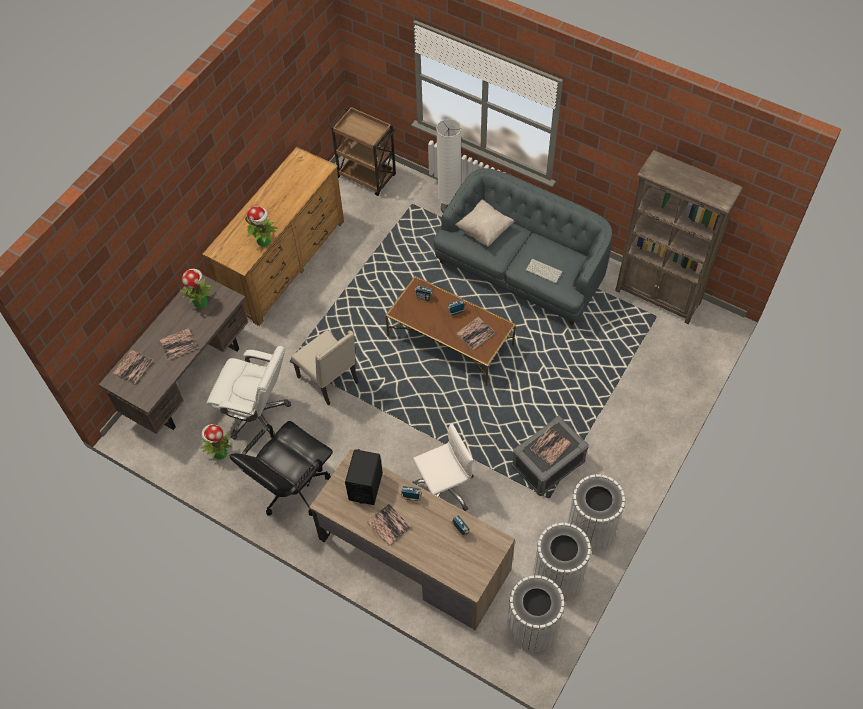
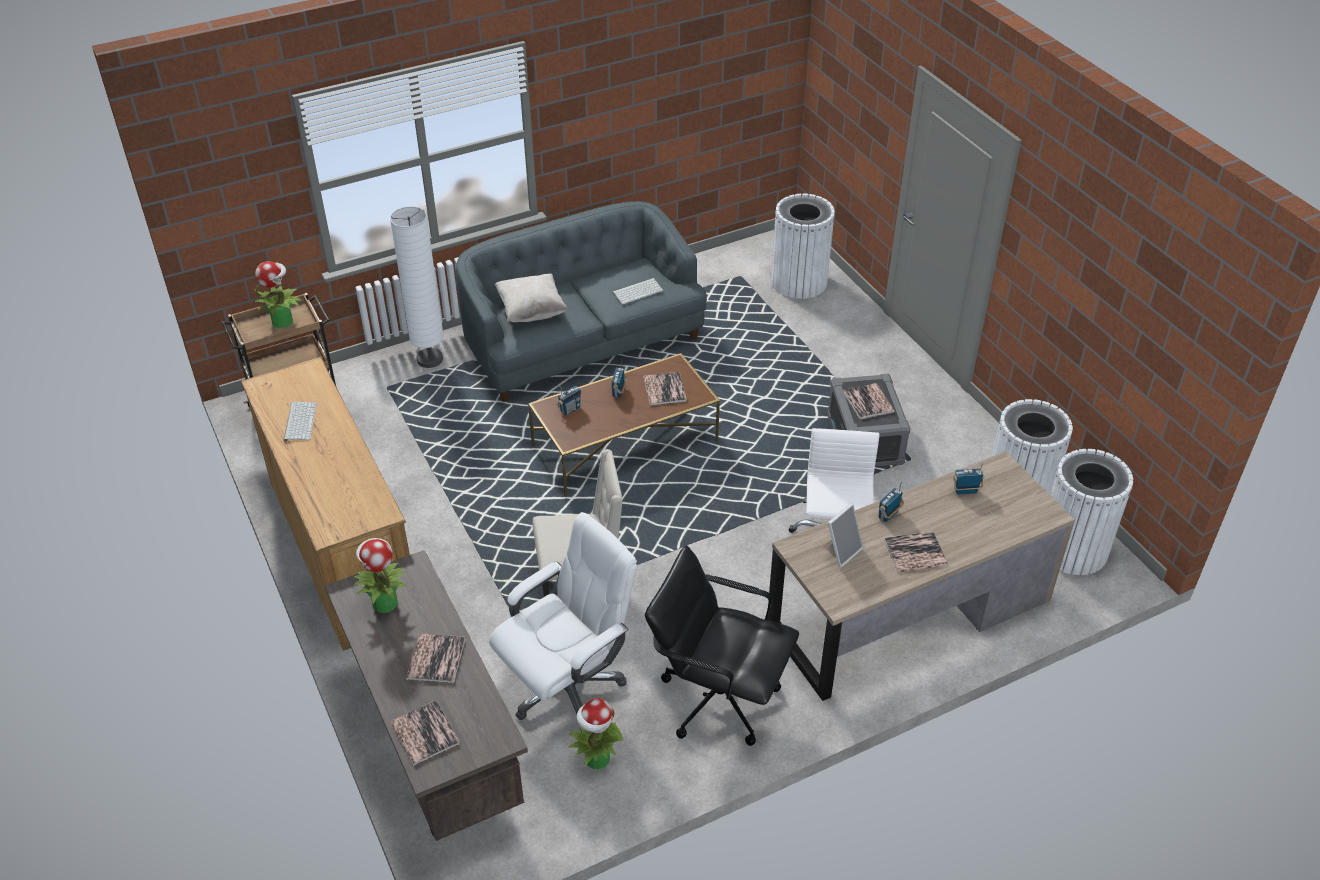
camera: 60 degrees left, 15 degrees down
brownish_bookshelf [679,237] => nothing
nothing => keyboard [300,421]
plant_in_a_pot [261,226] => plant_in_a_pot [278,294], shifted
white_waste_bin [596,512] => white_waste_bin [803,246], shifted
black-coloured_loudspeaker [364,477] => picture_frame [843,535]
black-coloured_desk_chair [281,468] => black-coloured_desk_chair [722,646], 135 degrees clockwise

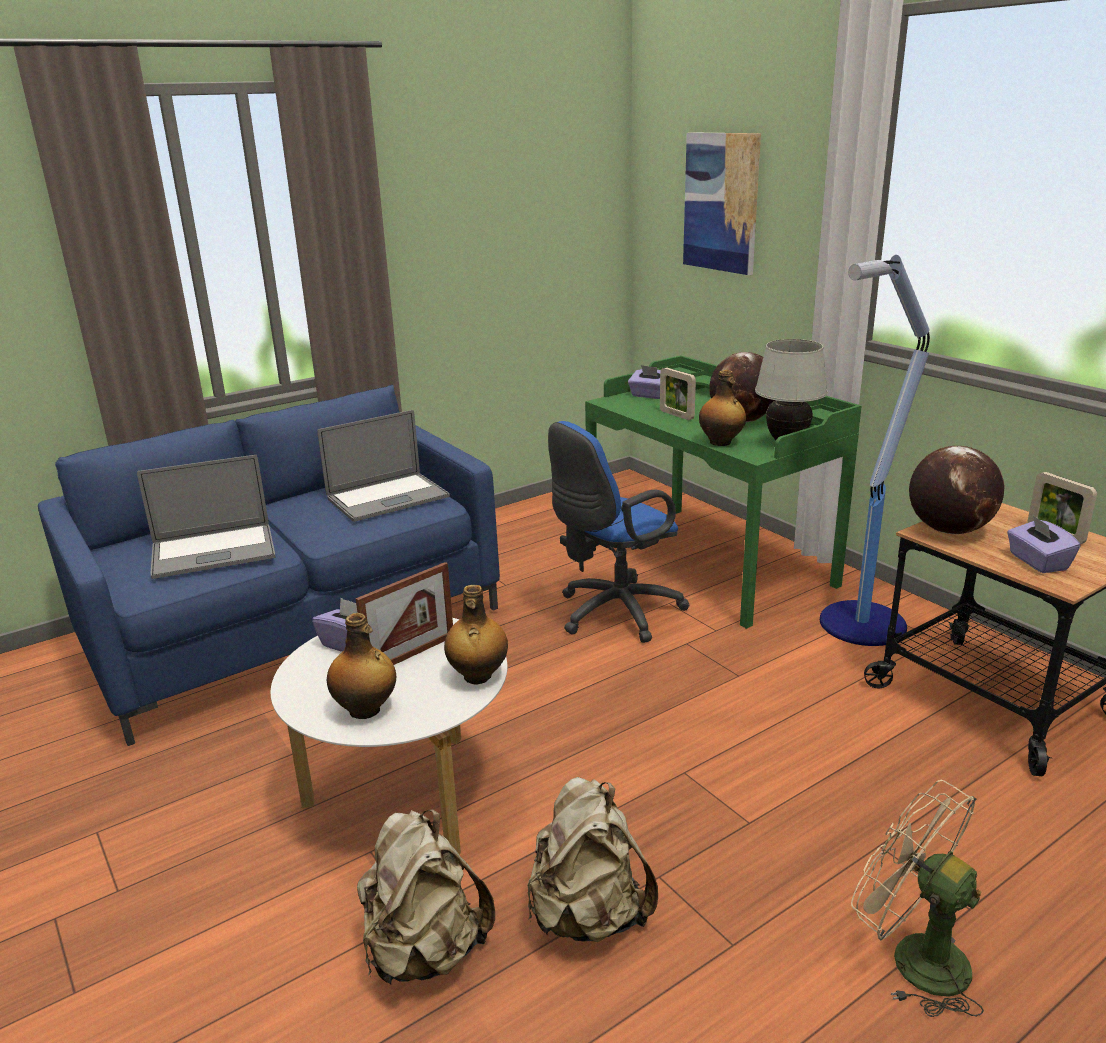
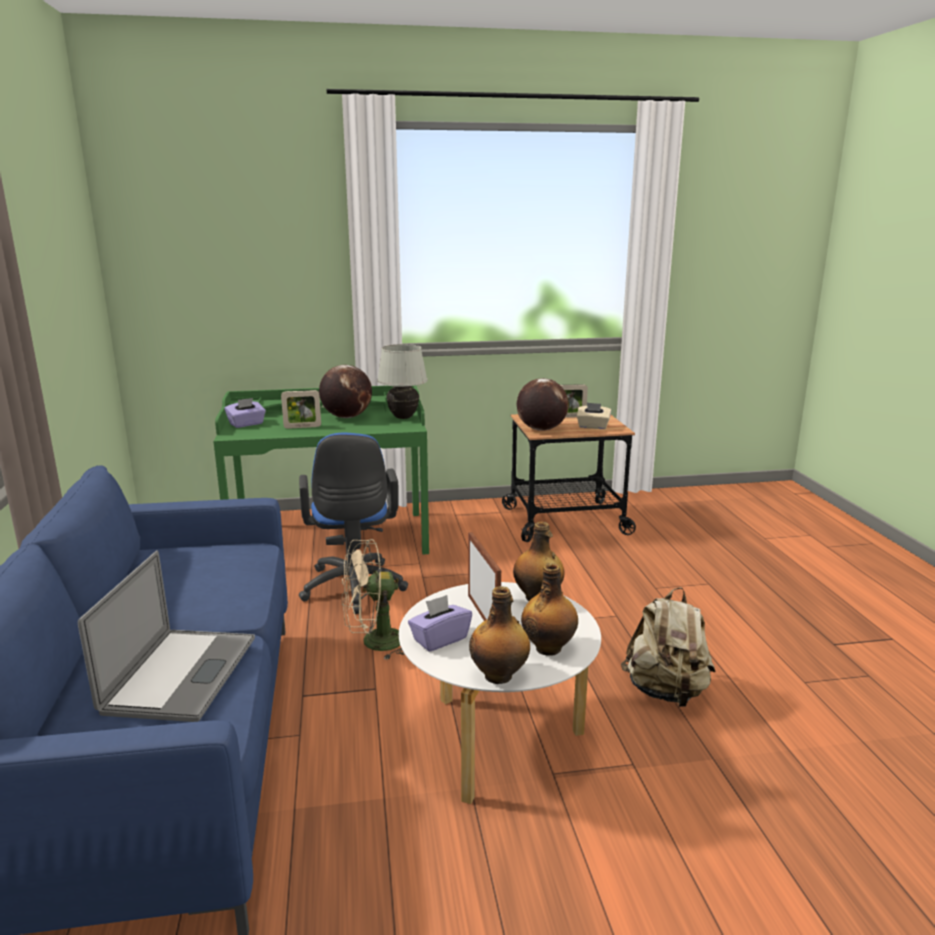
camera: 65 degrees left, 5 degrees down
laptop [383,466] => nothing
beige_knapsack [426,897] => nothing
picture [722,203] => nothing
standard_lamp [875,450] => nothing
drink_bottle [722,408] => drink_bottle [499,635], shifted
beige_cooling_fan [917,898] => beige_cooling_fan [373,599], shifted
purple_box_of_tissues [1043,544] => beige_box_of_tissues [594,416]

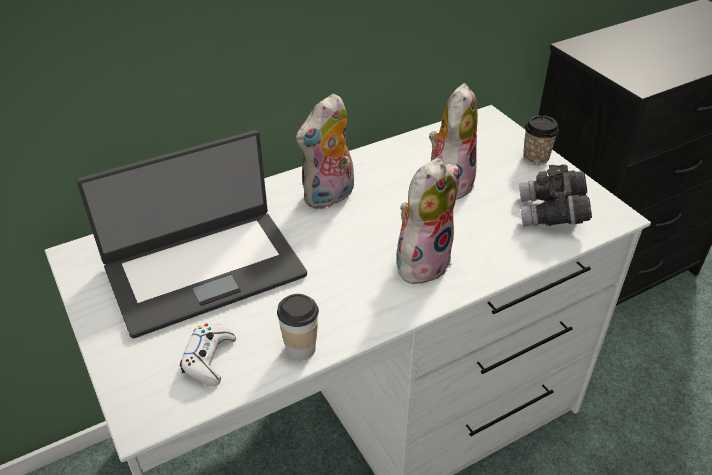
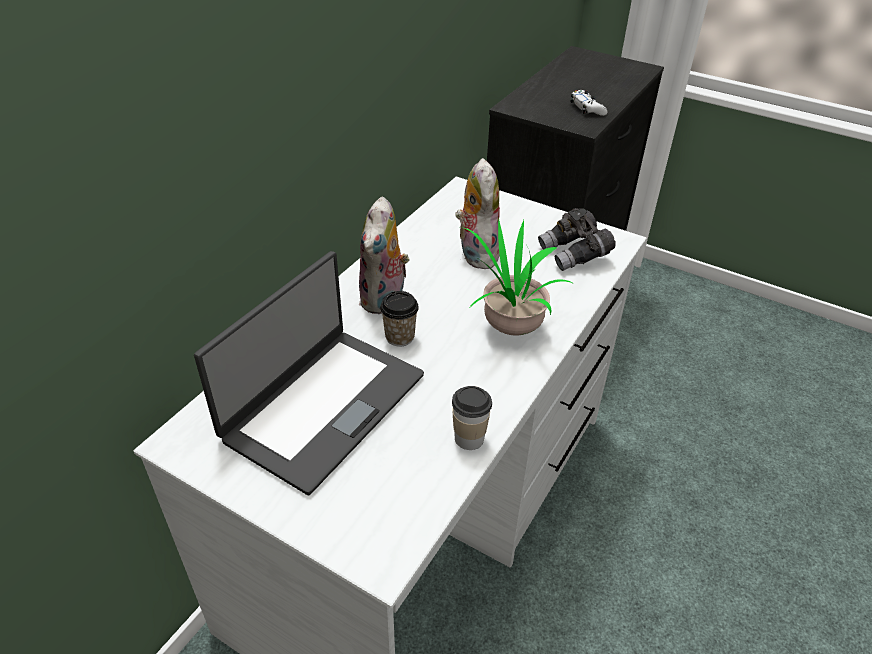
camera: 30 degrees left, 0 degrees up
white_gamepad [208,355] => white_gamepad [588,103], shifted
small_cup [541,140] => small_cup [399,319], shifted
soft_toy [427,223] => plant_in_a_pot [516,276]

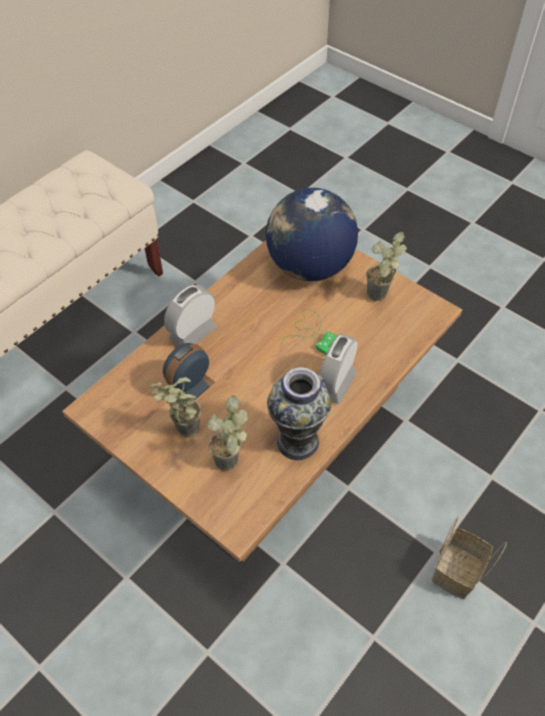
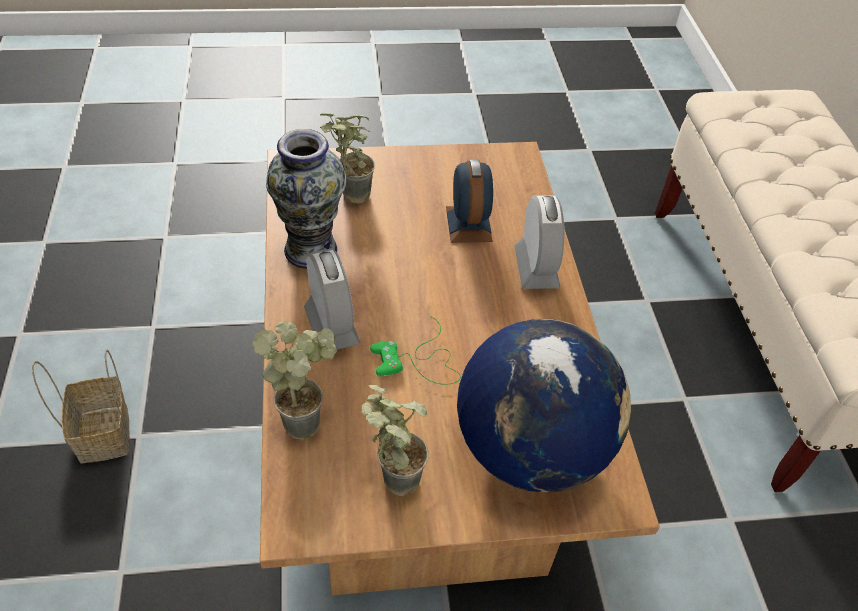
camera: 130 degrees right, 5 degrees down
plant_in_a_pot [175,407] => plant_in_a_pot [294,380], shifted

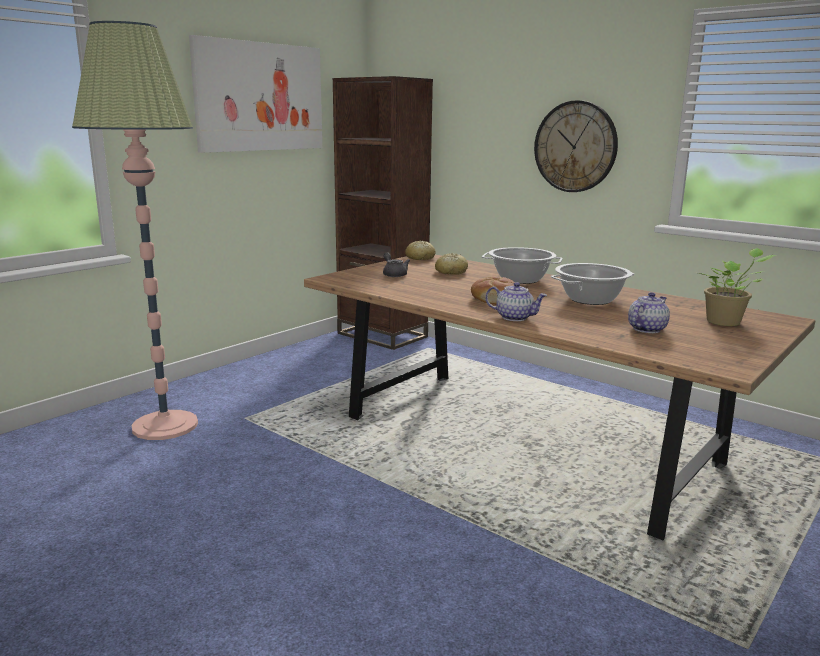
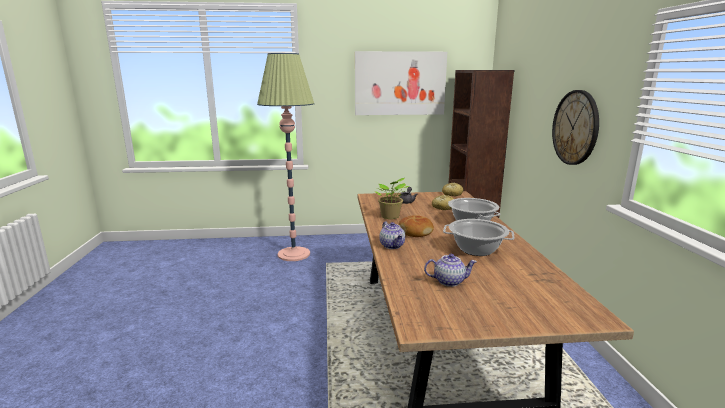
camera: 45 degrees right, 0 degrees up
plant_in_a_pot [737,287] => plant_in_a_pot [391,198], shifted

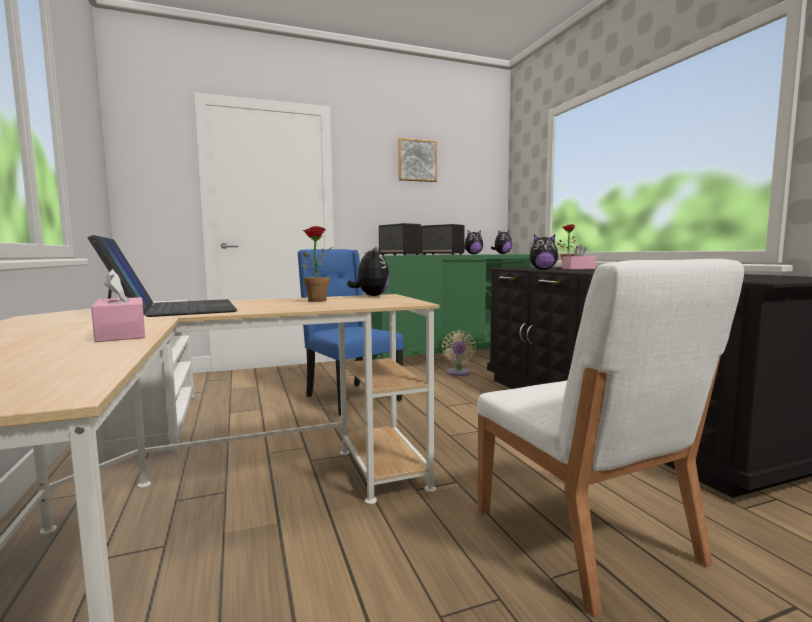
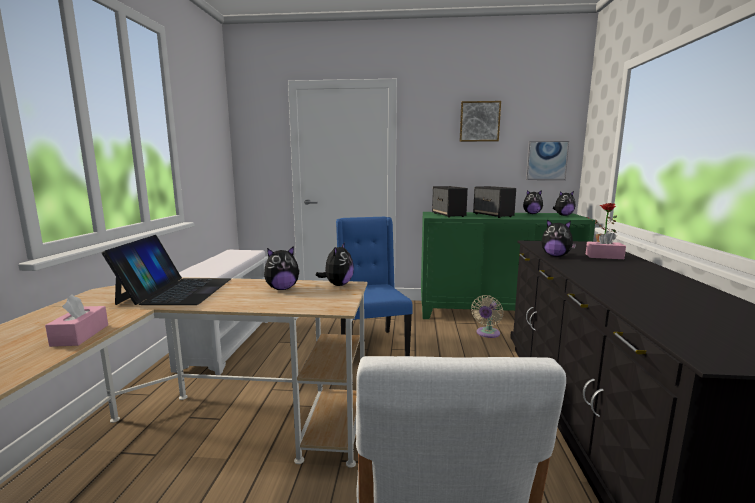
camera: 25 degrees right, 5 degrees up
nothing => picture [547,160]
plant_in_a_pot [317,264] => soft_toy [282,268]

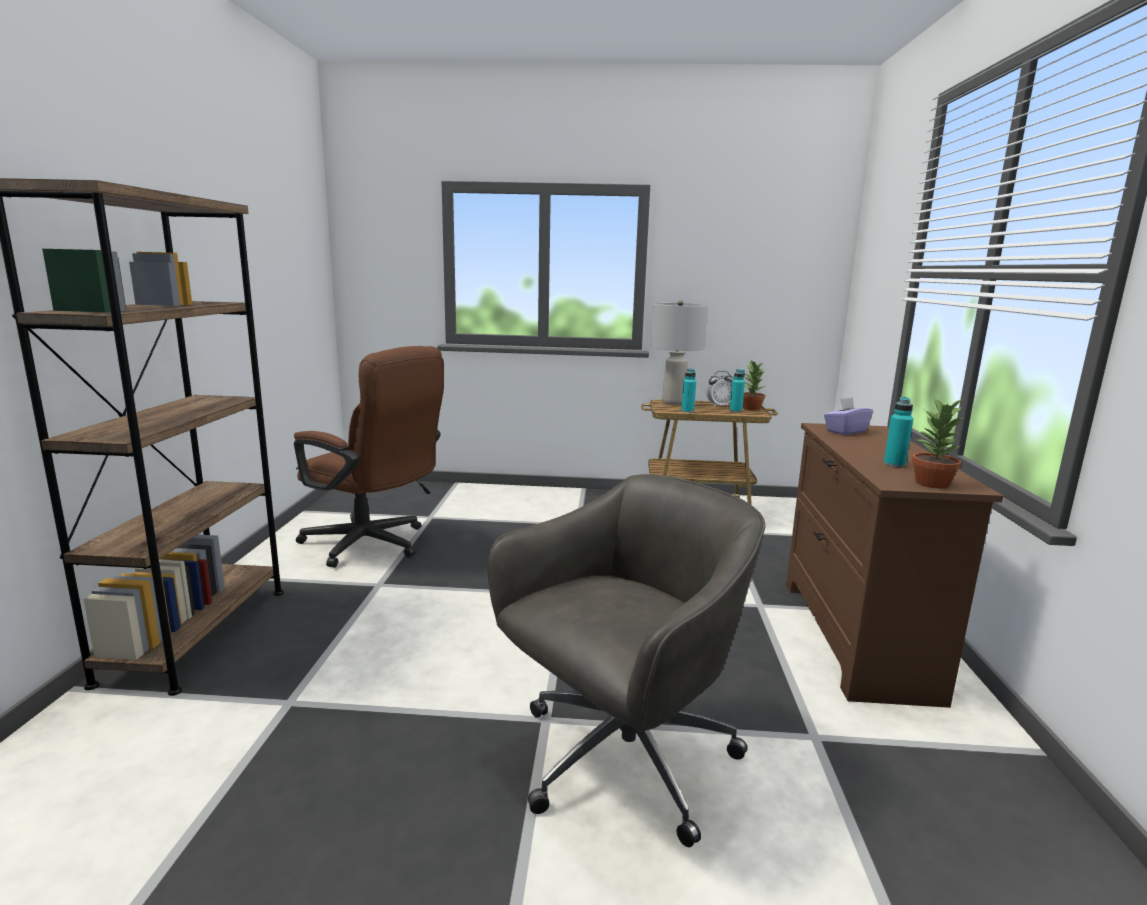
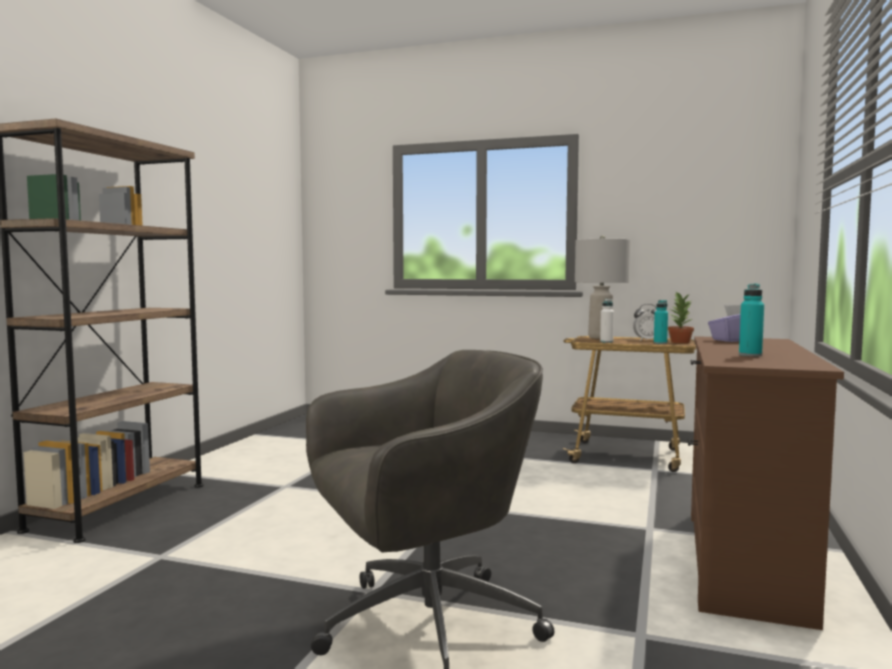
camera: 15 degrees right, 10 degrees down
brownish_desk_chair [369,457] => nothing
plant_in_a_pot [938,443] => nothing
turquoise_drink_bottle [688,391] => white_drink_bottle [607,321]

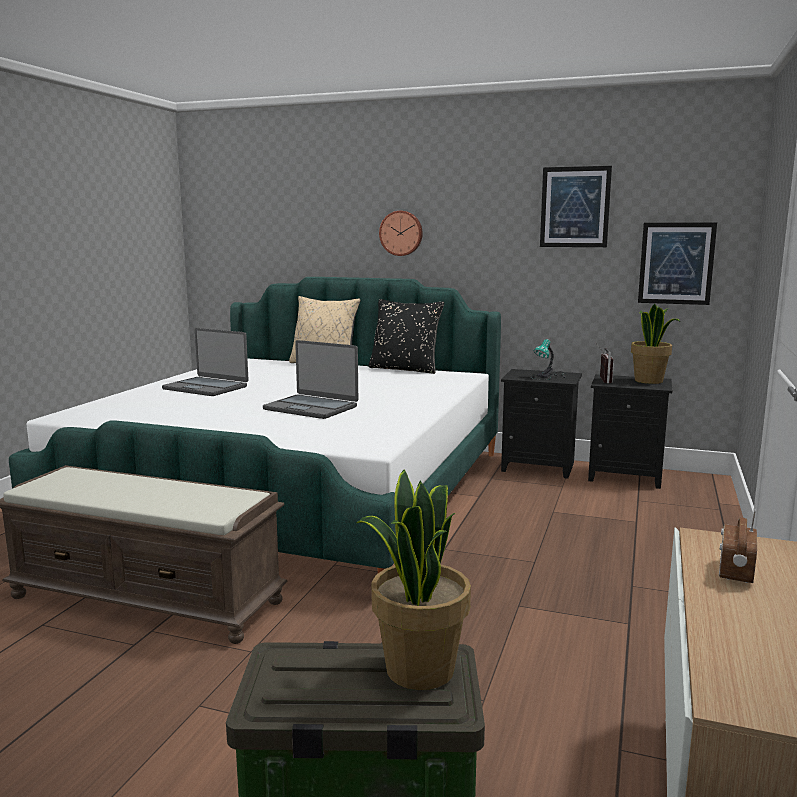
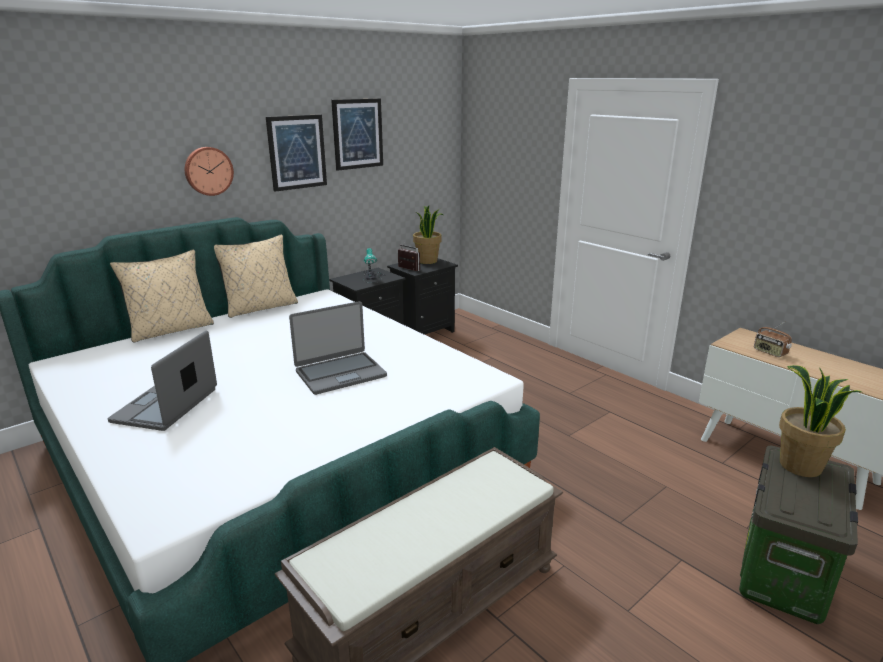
camera: 60 degrees left, 10 degrees up
picture [677,263] => picture [296,153], shifted
black-coloured_throw_pillow [406,336] => beige_throw_pillow [256,276]
laptop [205,362] => laptop [162,381], 135 degrees clockwise

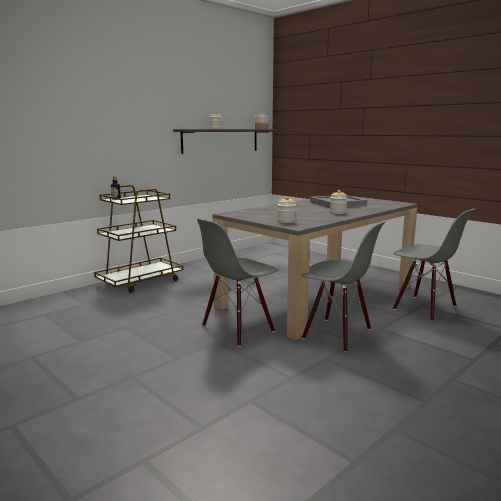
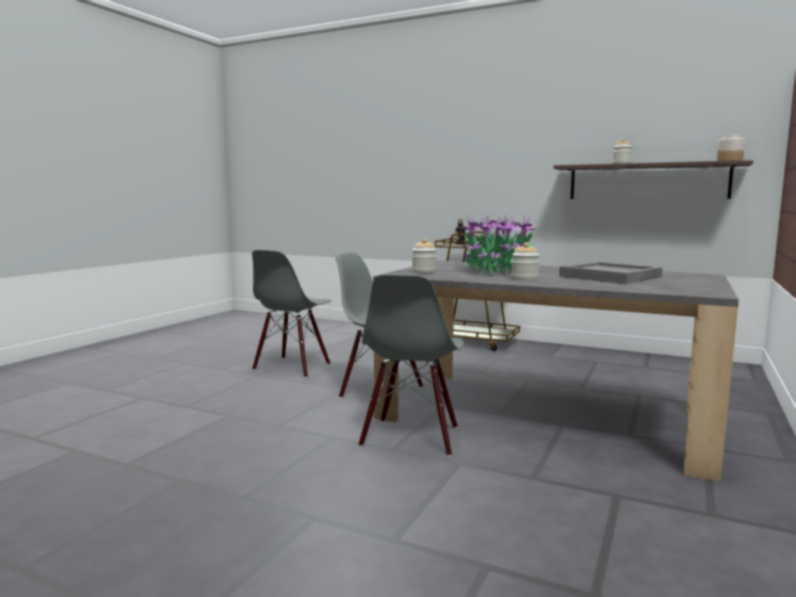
camera: 70 degrees right, 5 degrees down
nothing => plant_in_a_pot [499,245]
grey_upright_chair [434,265] => grey_upright_chair [291,314], shifted

